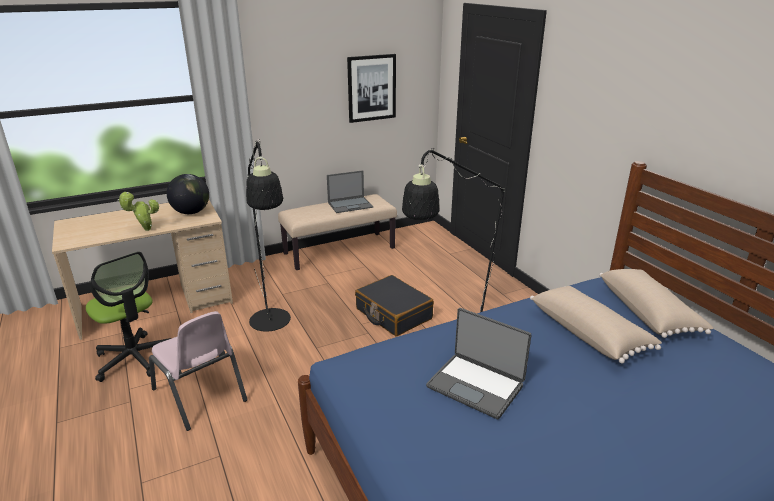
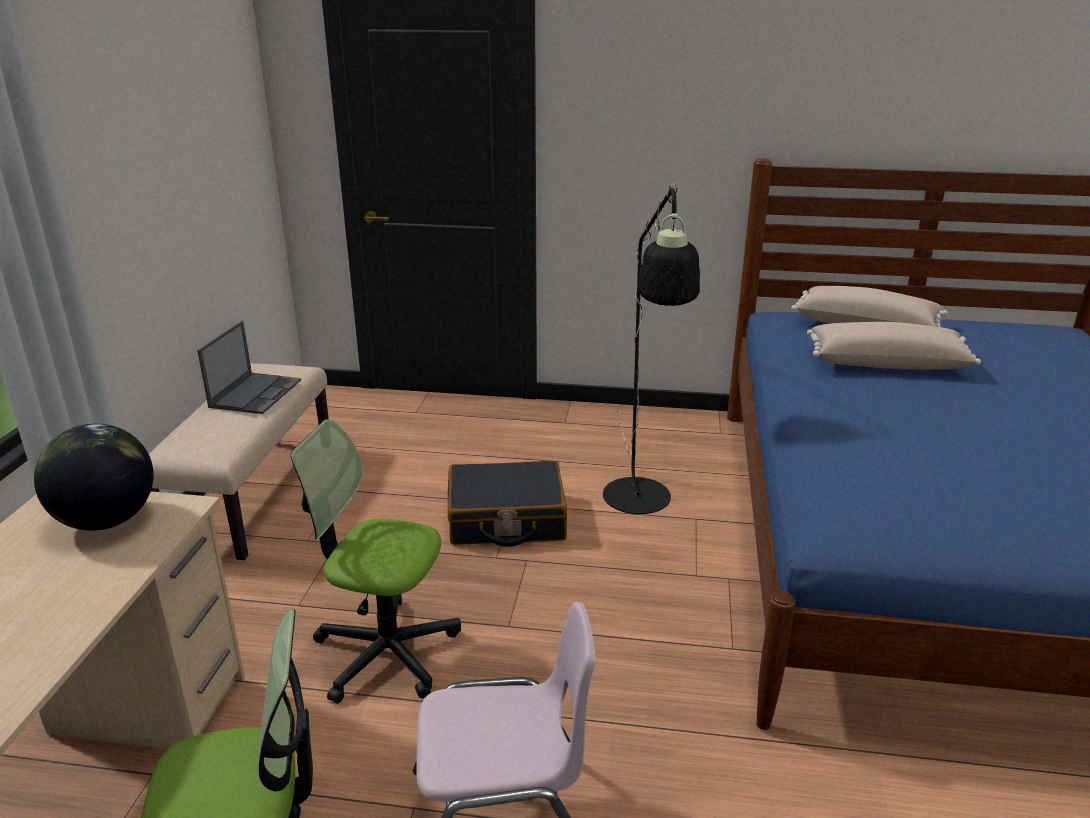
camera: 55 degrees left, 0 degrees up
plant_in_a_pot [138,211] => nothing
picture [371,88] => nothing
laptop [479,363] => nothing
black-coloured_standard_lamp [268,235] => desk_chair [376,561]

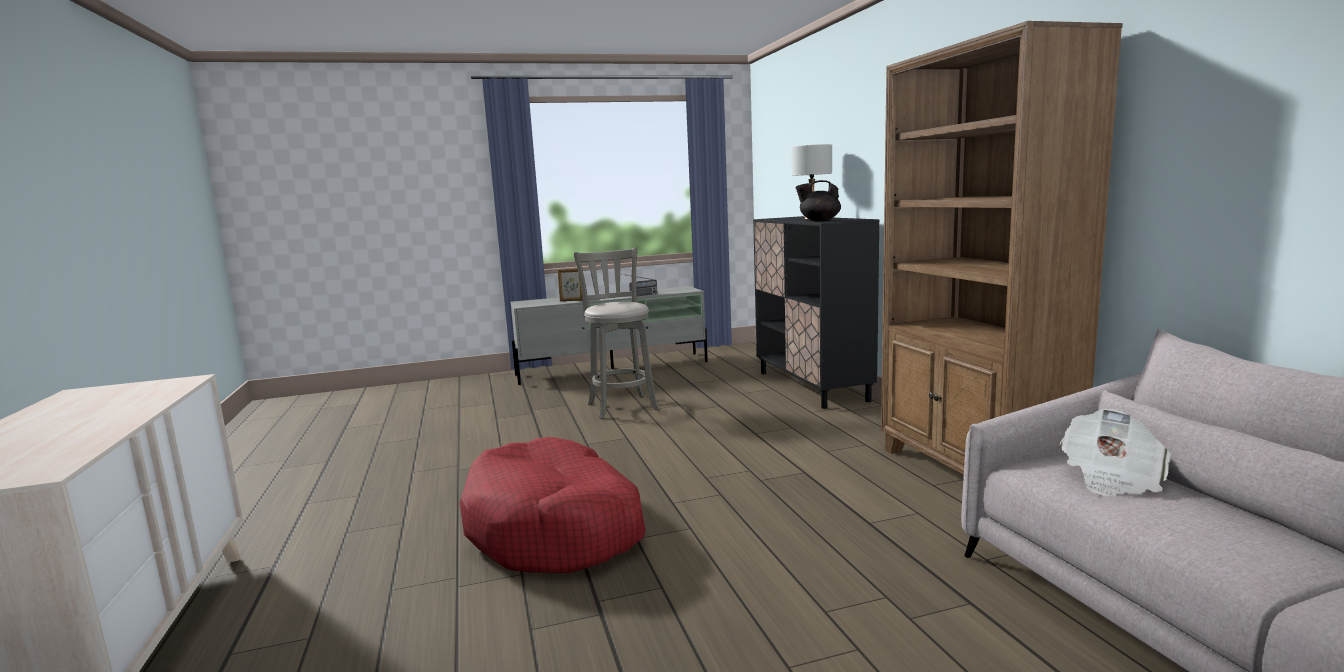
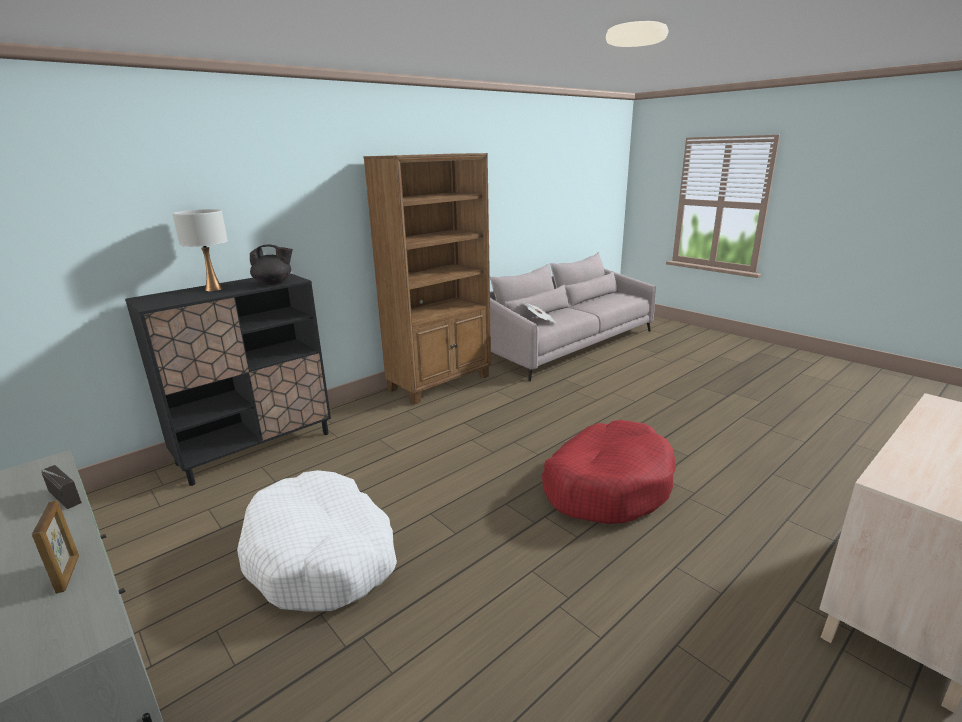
camera: 115 degrees left, 10 degrees up
grey_sitting_stool [616,333] => white_dog_cushion [317,541]
black-coloured_tea_pot [818,200] => black-coloured_tea_pot [271,264], 75 degrees counterclockwise

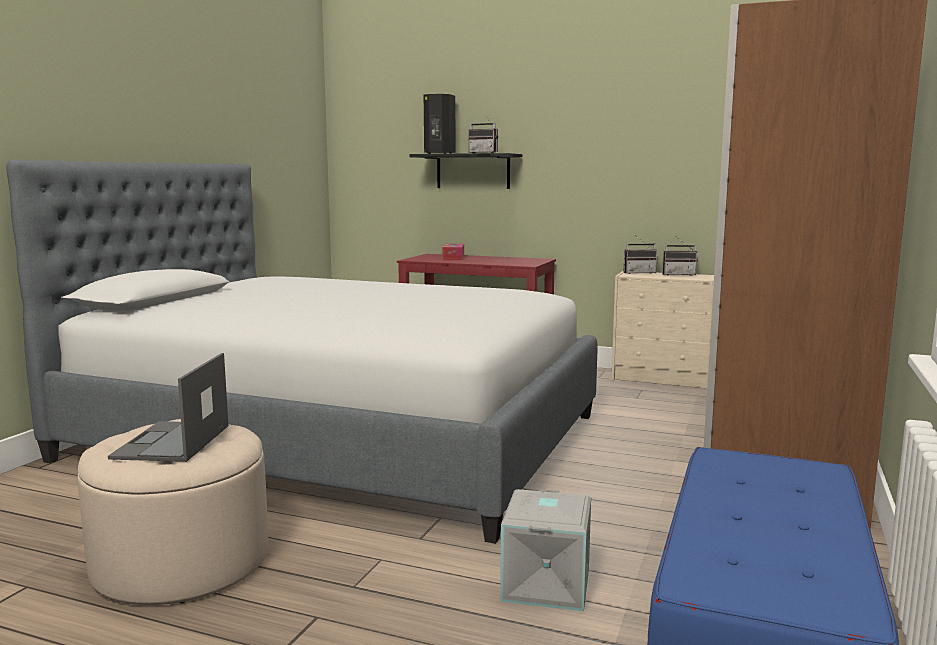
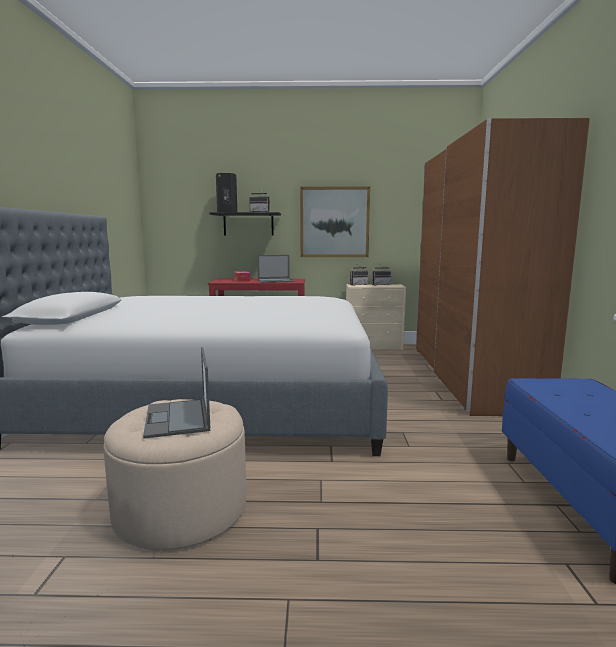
camera: 20 degrees left, 0 degrees up
grey_storage_bin [545,550] => nothing
nothing => laptop [275,269]
nothing => picture [335,221]

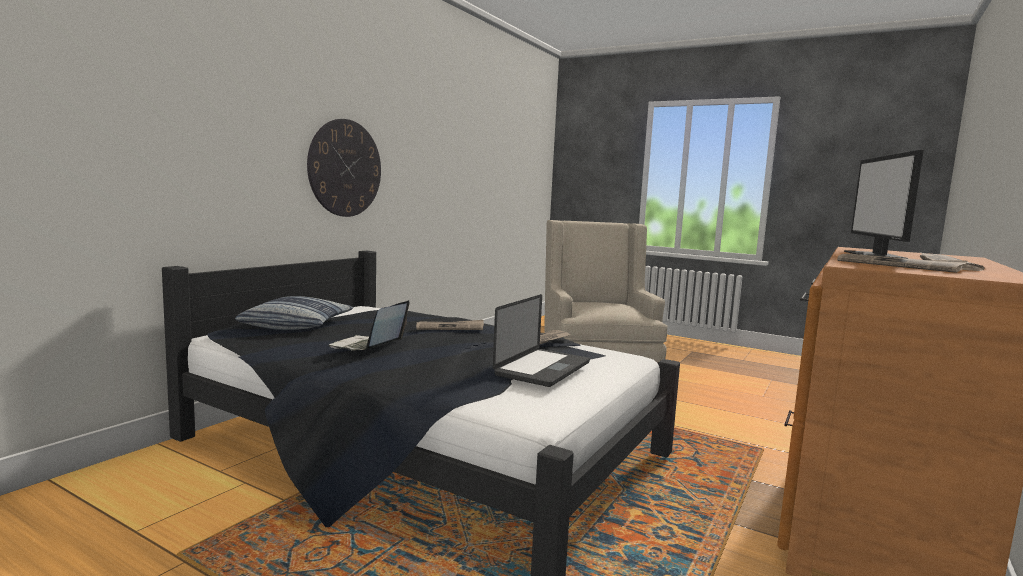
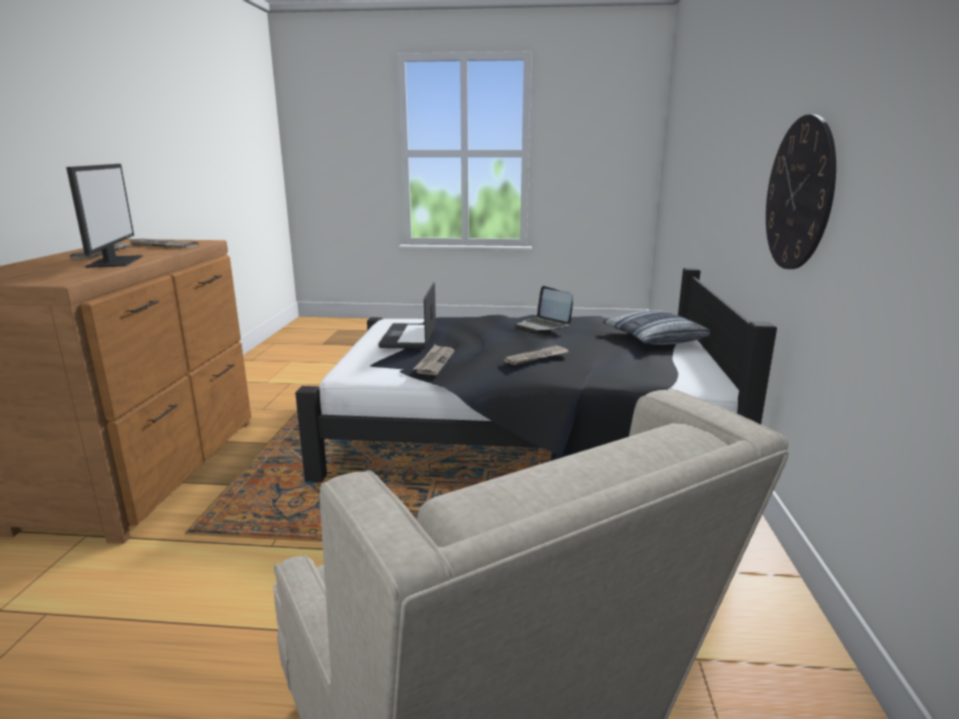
camera: 155 degrees right, 10 degrees up
laptop [369,325] => laptop [544,308], 150 degrees clockwise

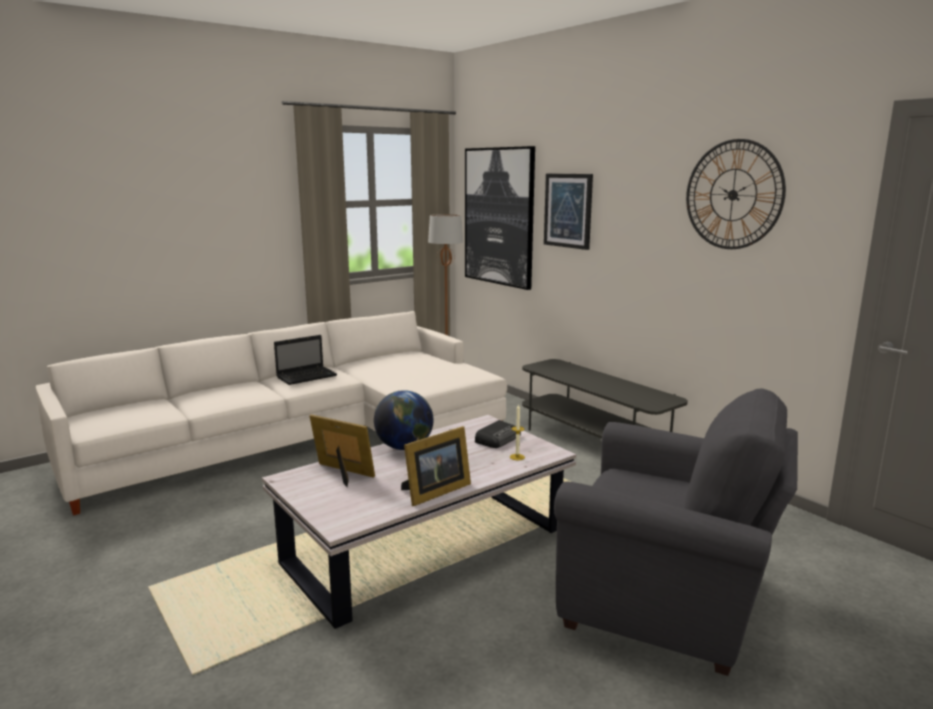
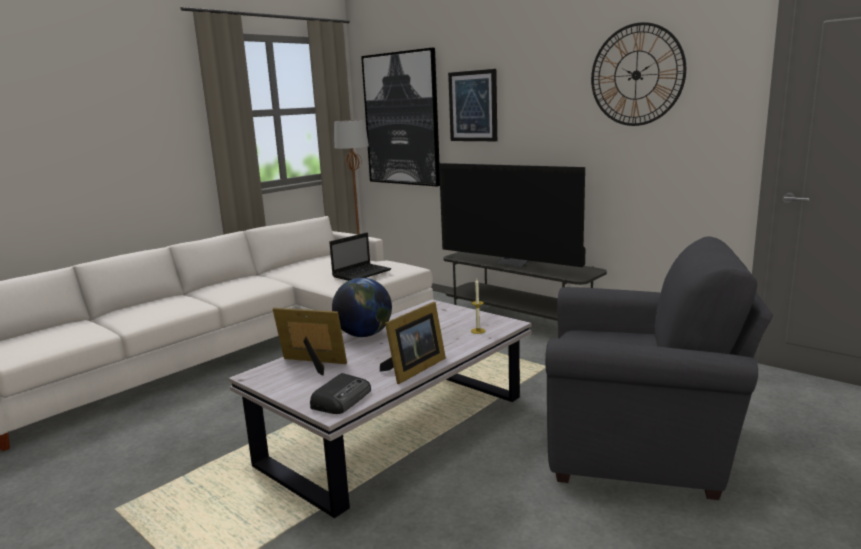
camera: 10 degrees left, 0 degrees up
nothing => TV_set [512,215]
laptop [305,360] => laptop [360,257], shifted
radio_receiver [498,434] => radio_receiver [340,393], shifted

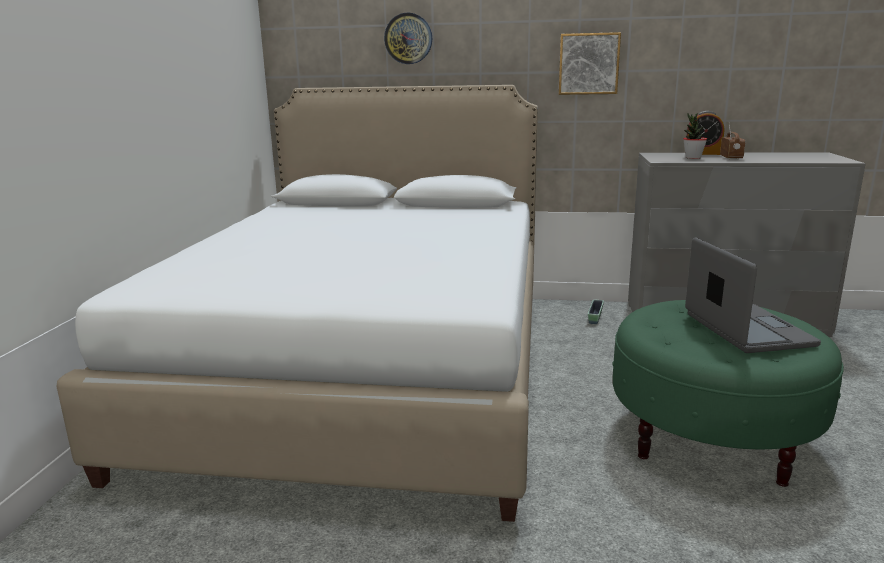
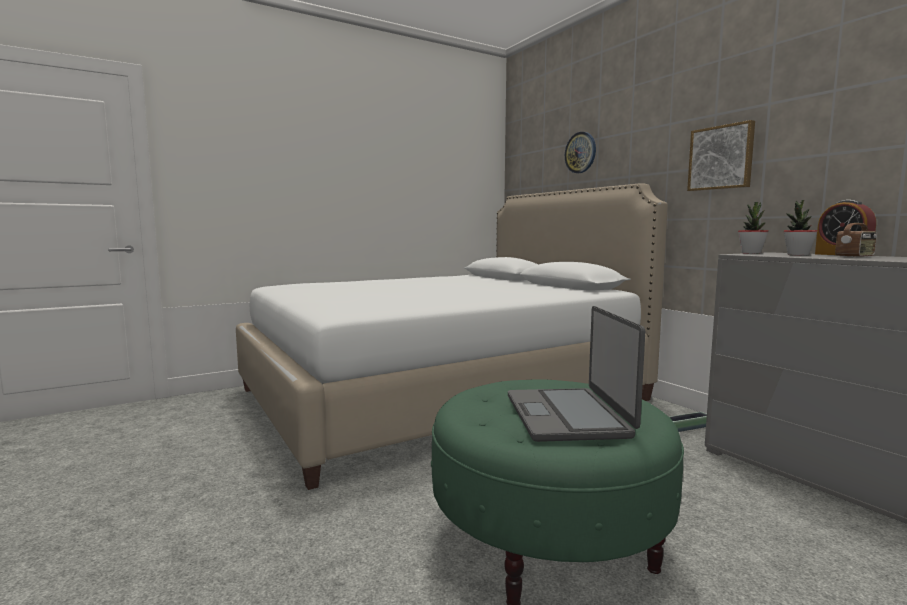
camera: 50 degrees right, 10 degrees down
nothing => plant_in_a_pot [753,228]
laptop [753,295] => laptop [576,374], 135 degrees clockwise

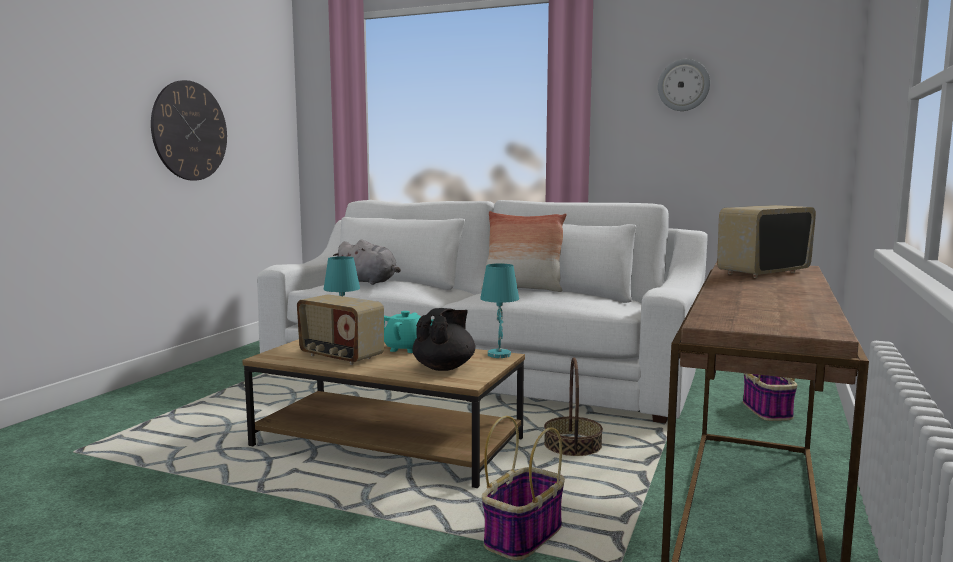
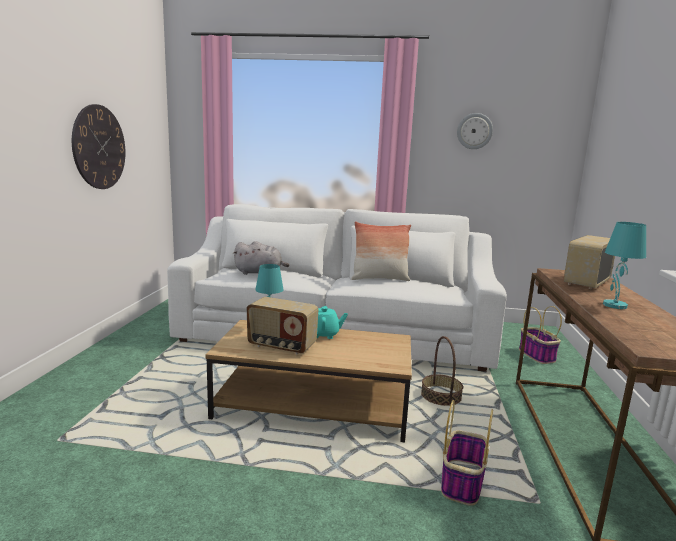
camera: 15 degrees left, 5 degrees up
black-coloured_tea_pot [444,339] => nothing
turquoise_table_lamp [499,310] => turquoise_table_lamp [624,265], shifted

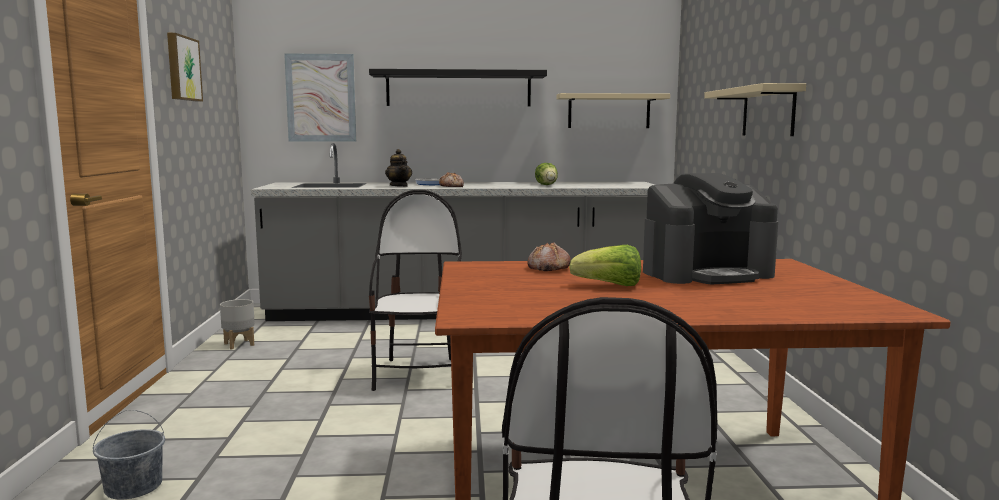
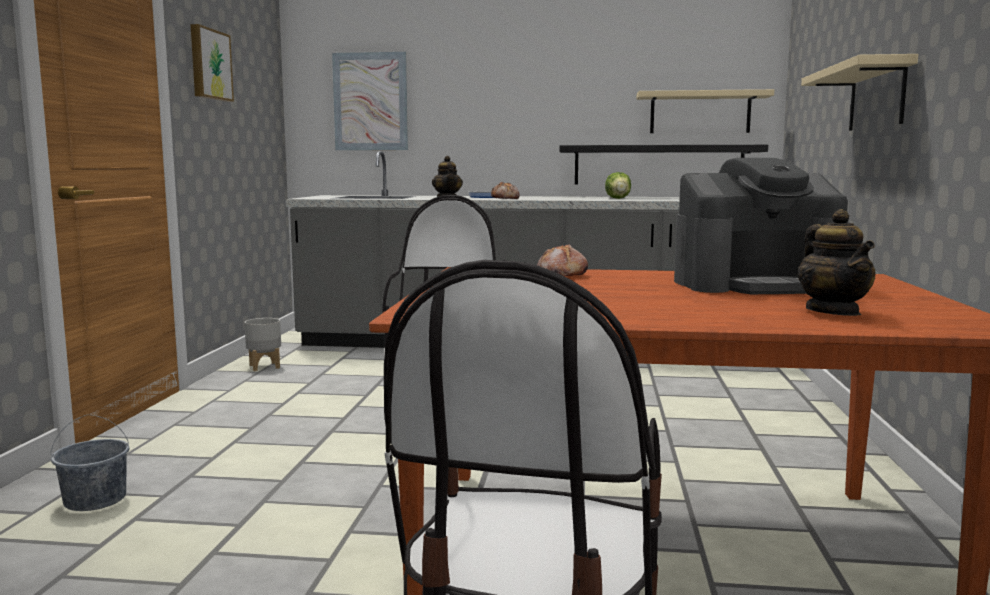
camera: 10 degrees right, 0 degrees up
head_of_lettuce [605,265] => nothing
nothing => tea_pot [836,262]
black-coloured_wall_shelf [458,87] => black-coloured_wall_shelf [664,164], shifted

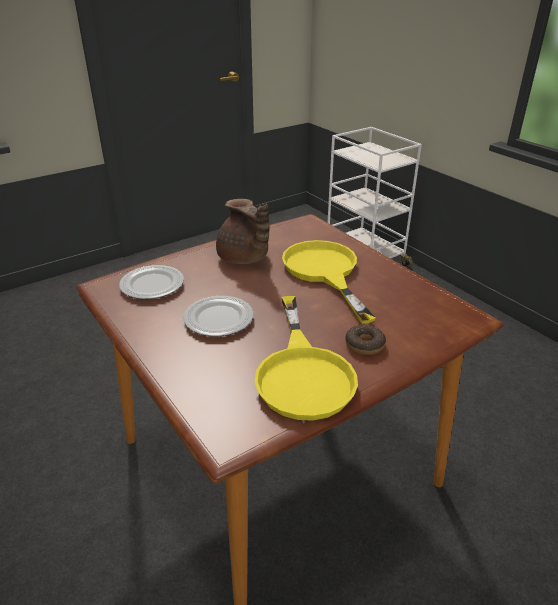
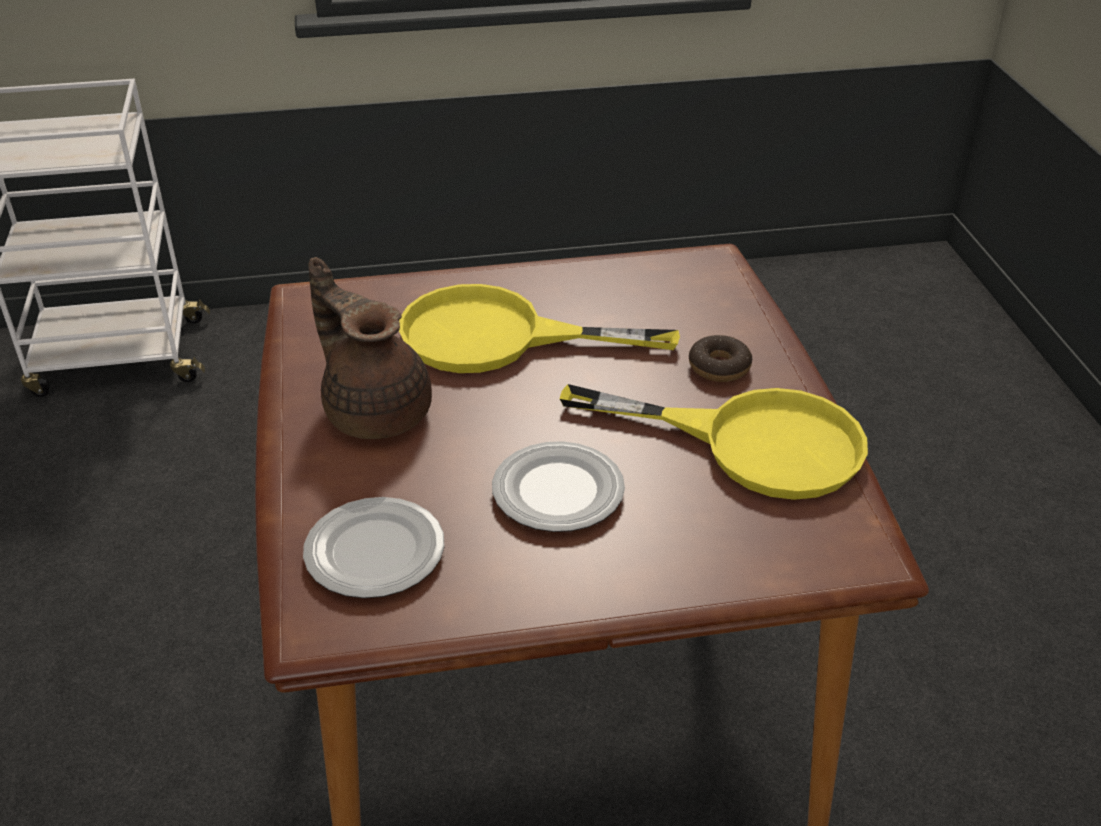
camera: 65 degrees left, 5 degrees up
brownish_tea_pot [242,231] => brownish_tea_pot [370,348], 120 degrees counterclockwise

